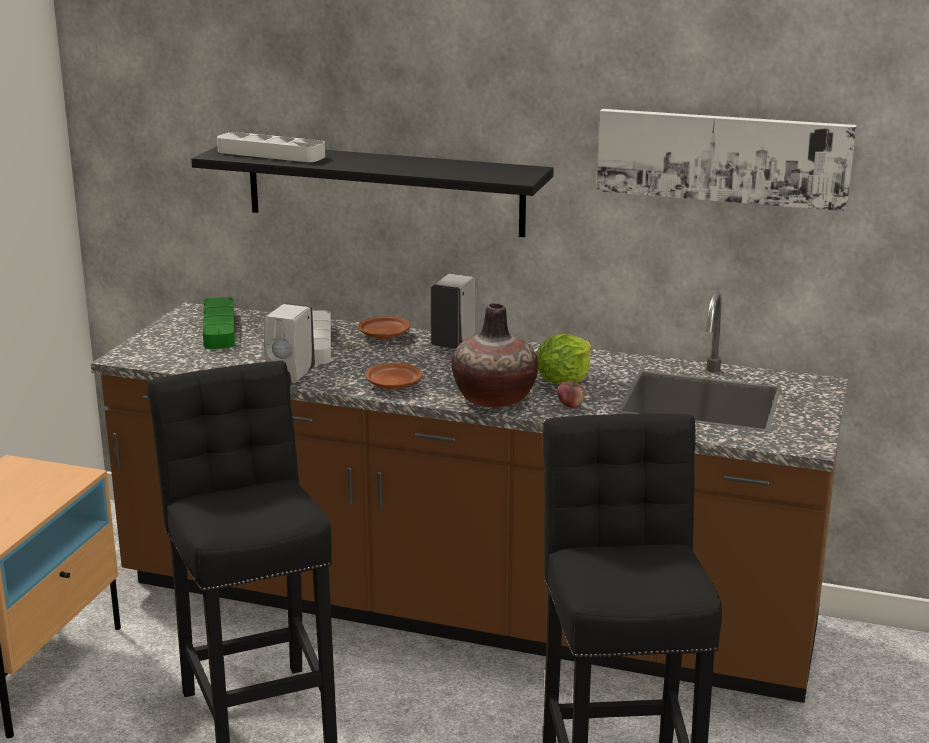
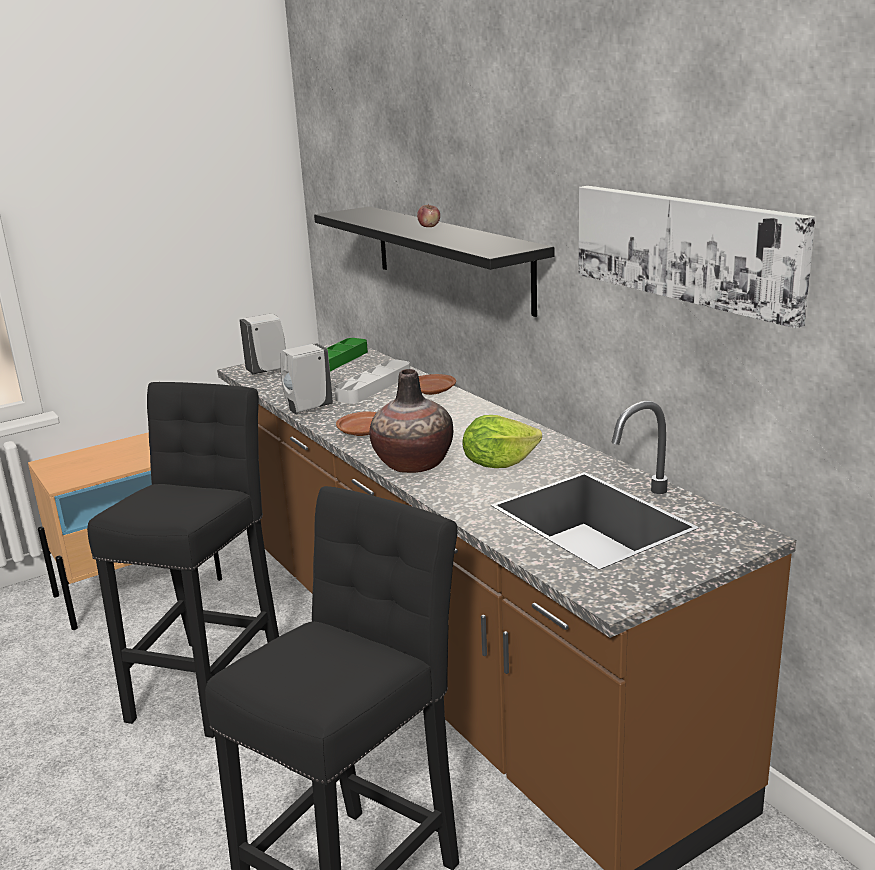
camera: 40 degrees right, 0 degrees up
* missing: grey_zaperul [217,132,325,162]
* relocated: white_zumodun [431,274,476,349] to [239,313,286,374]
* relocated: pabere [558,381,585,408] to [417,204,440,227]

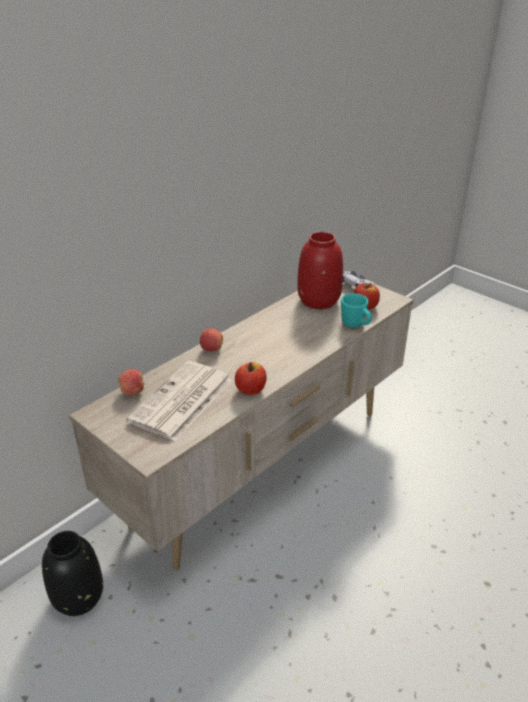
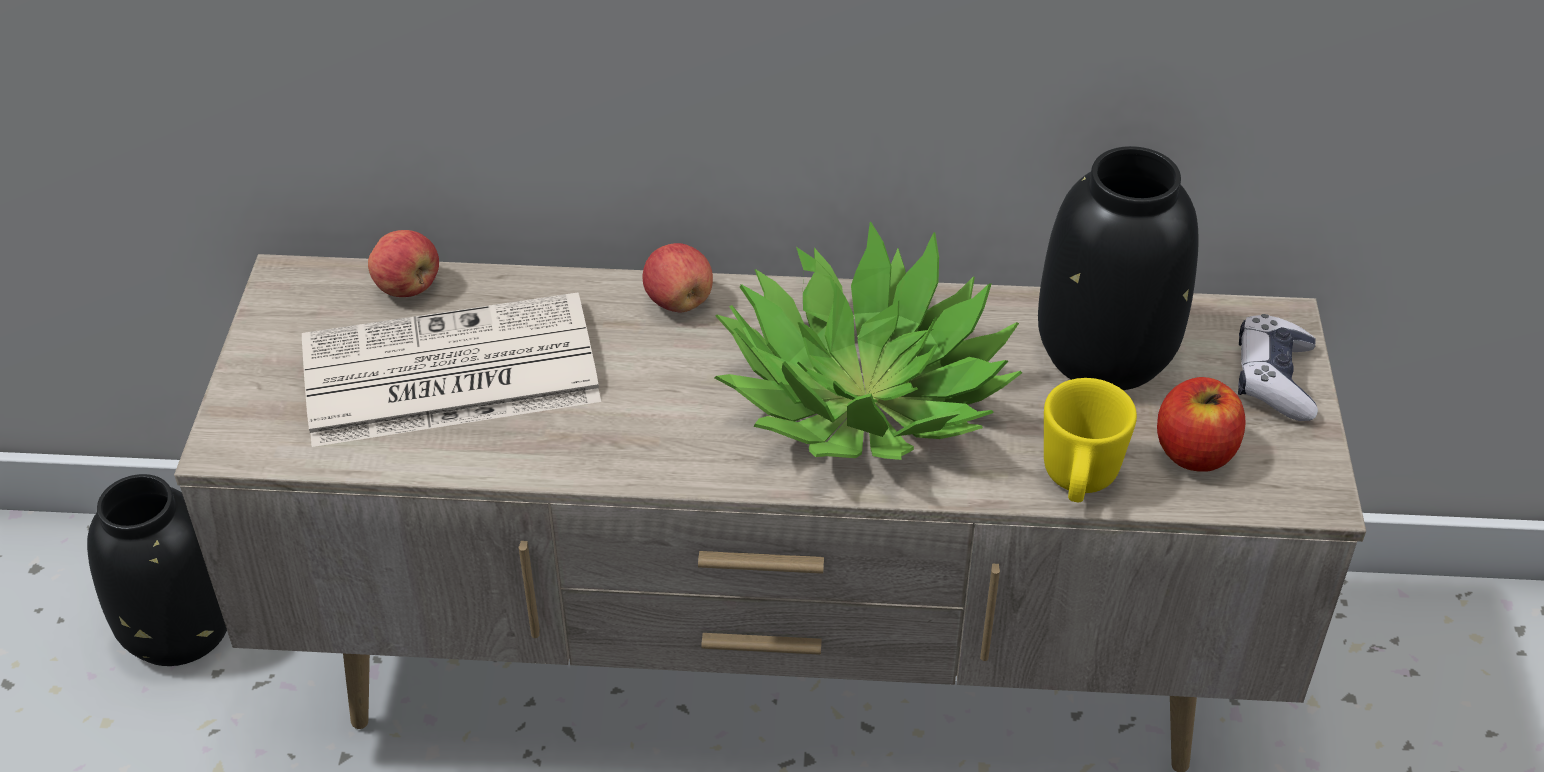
camera: 50 degrees right, 10 degrees up
* missing: pabere [235,362,267,395]
* appeared: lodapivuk [714,222,1022,460]
* colour: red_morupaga [297,232,343,309] to black_morupaga [1038,146,1198,390]
* colour: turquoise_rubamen [341,293,372,328] to yellow_rubamen [1044,378,1137,502]

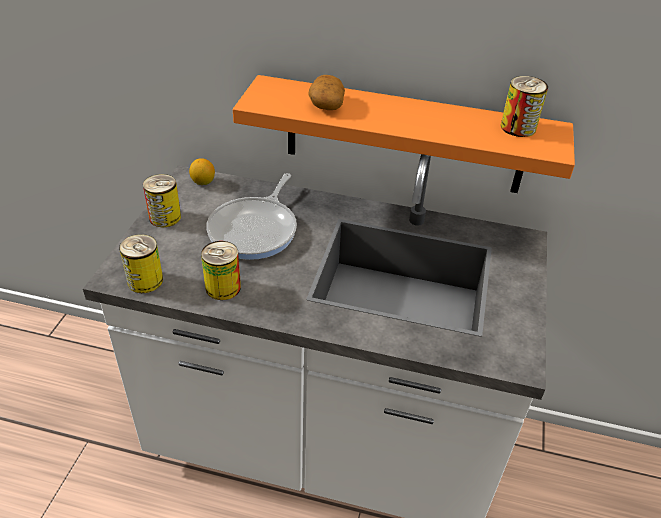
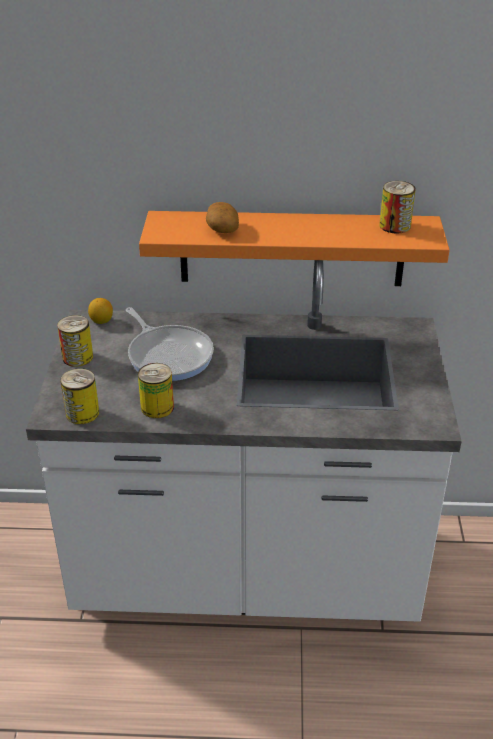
camera: 10 degrees left, 5 degrees down
* spun: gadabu [206,173,297,260] = [126,307,214,381] 45 degrees counterclockwise

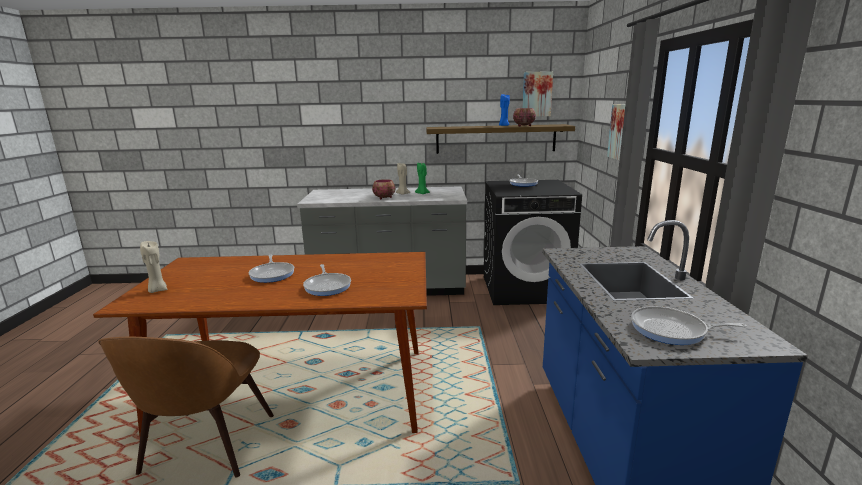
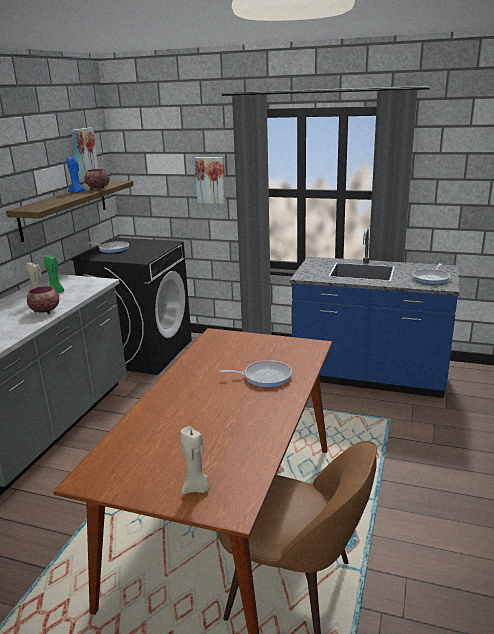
camera: 70 degrees left, 5 degrees up
* missing: gadabu [249,255,294,283]

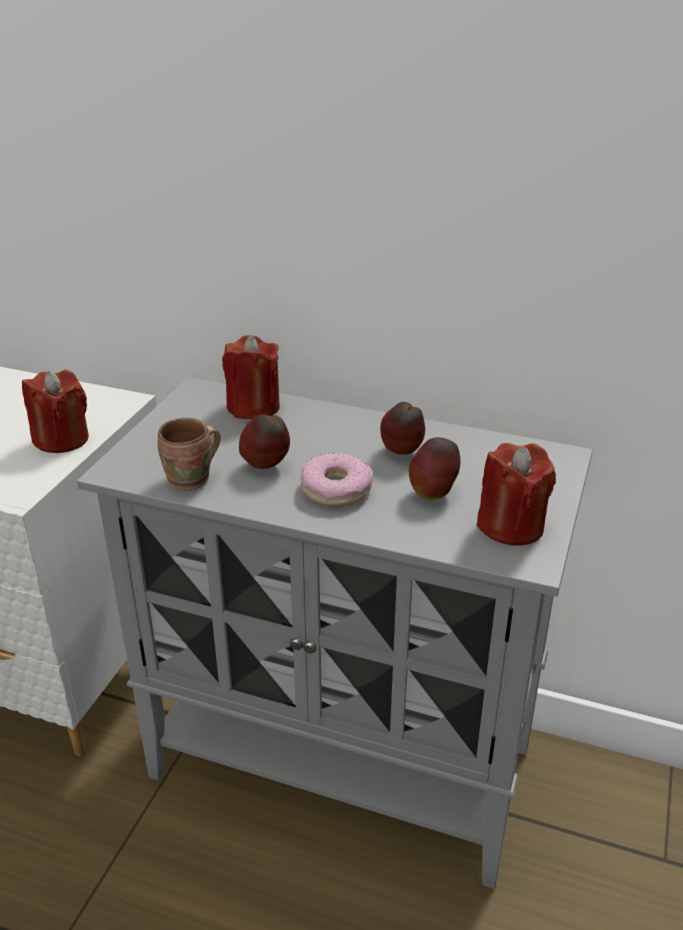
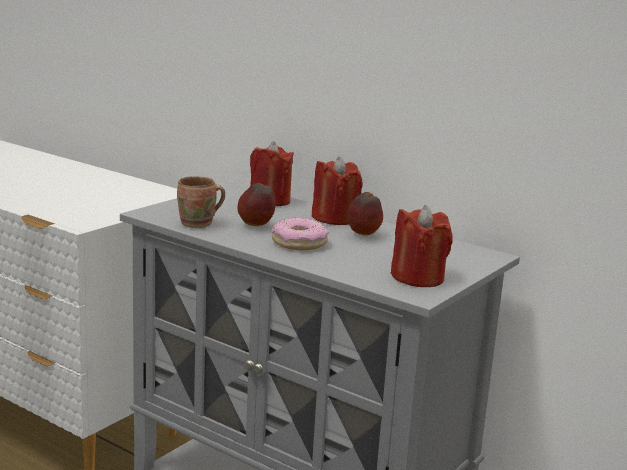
camera: 15 degrees right, 15 degrees down
* missing: pabere [409,437,460,500]
* relocated: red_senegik [22,370,89,453] to [312,156,363,225]

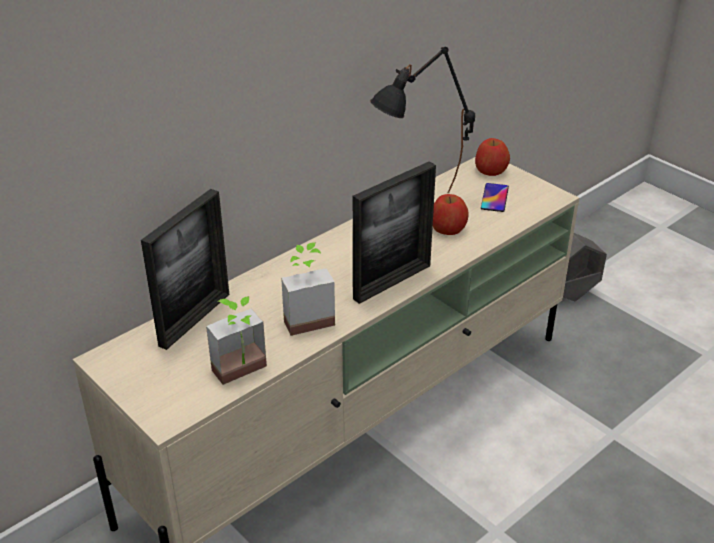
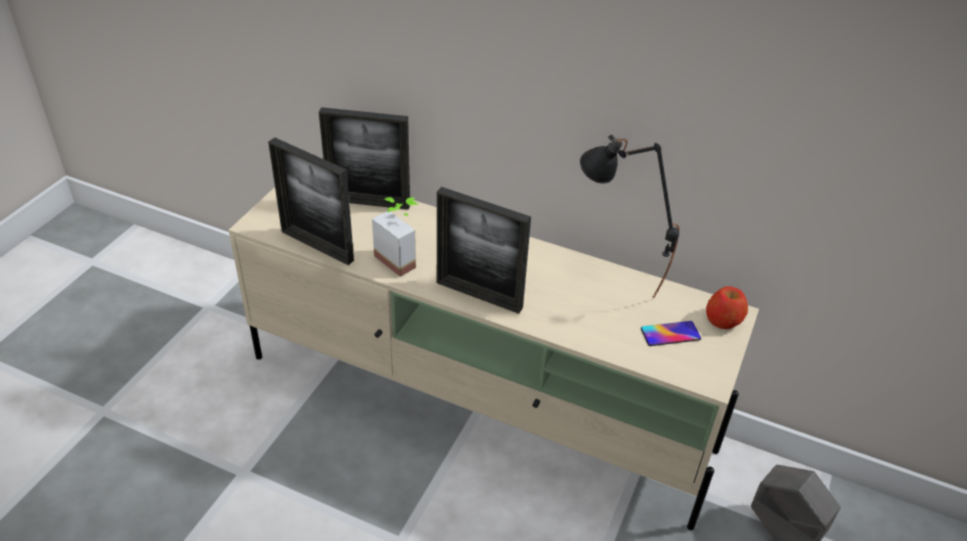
camera: 65 degrees right, 5 degrees up
* missing: pabere [433,194,469,235]
* exchanged: lodapivuk [206,296,267,385] to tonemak [268,138,354,265]

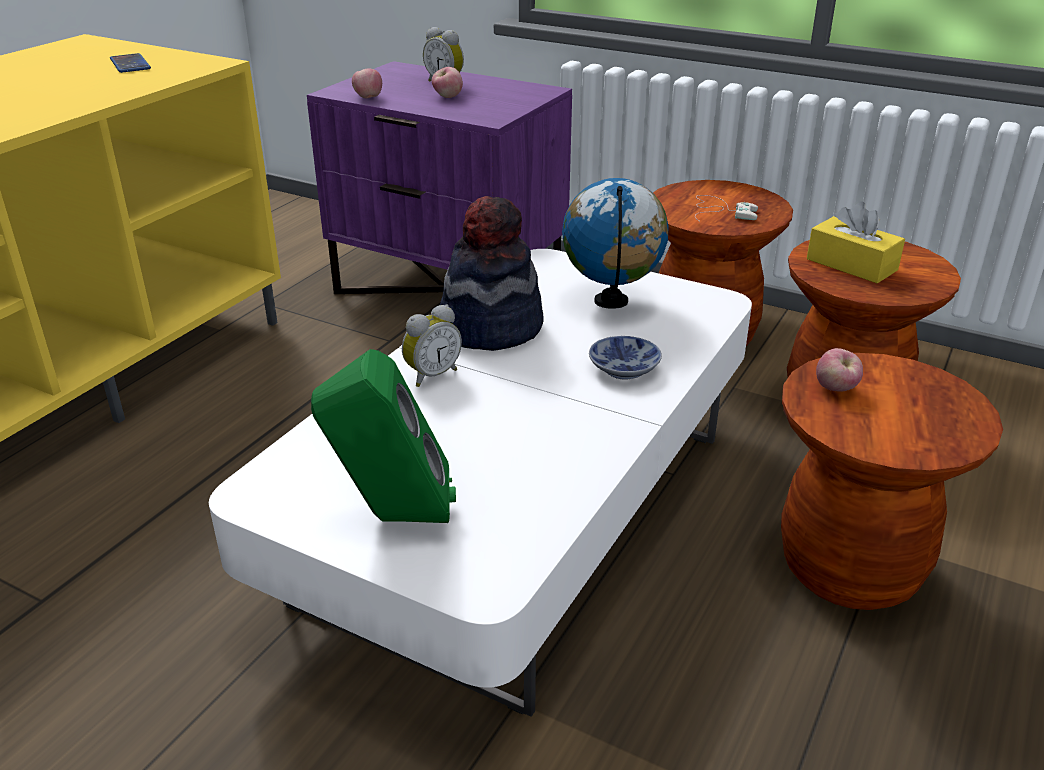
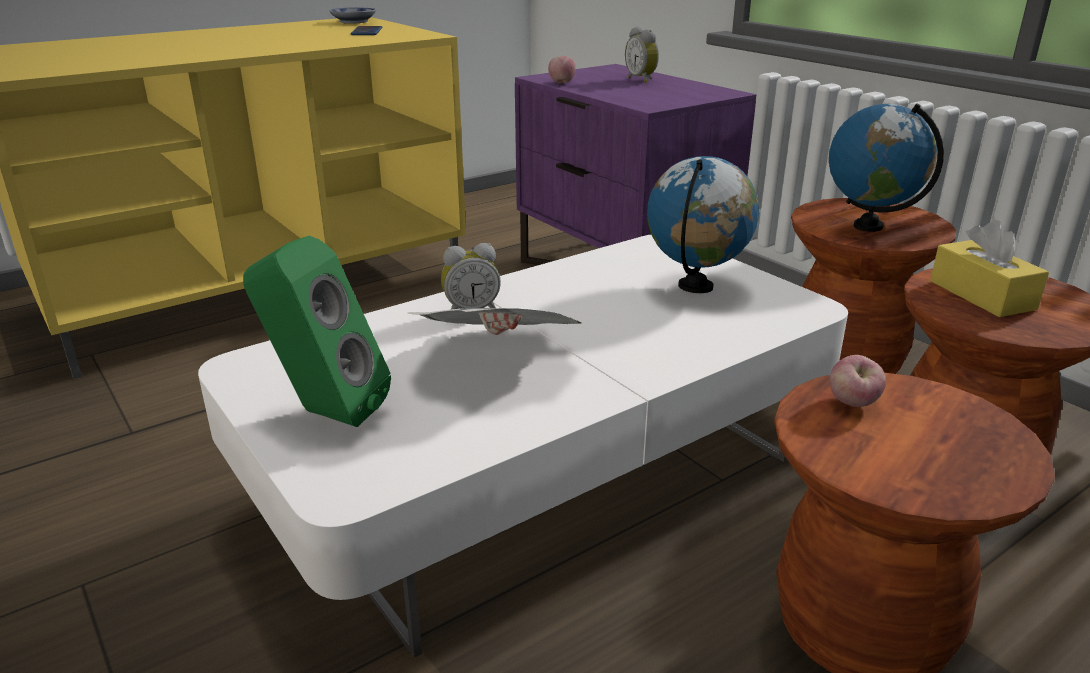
camera: 25 degrees right, 5 degrees down
* missing: pabere [432,67,463,98]
* missing: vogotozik [440,196,544,351]
* appeared: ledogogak [407,308,582,335]
* relocated: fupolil [589,336,662,380] to [330,7,376,24]
* exchanged: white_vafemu [695,195,758,221] to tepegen [829,103,944,232]

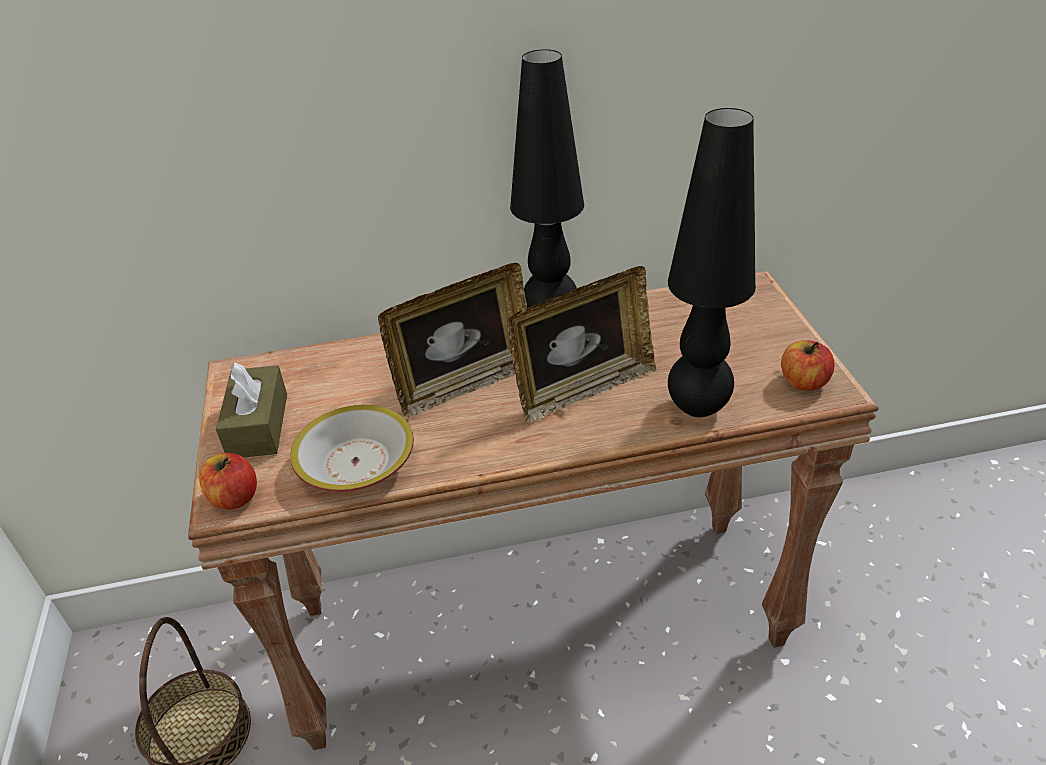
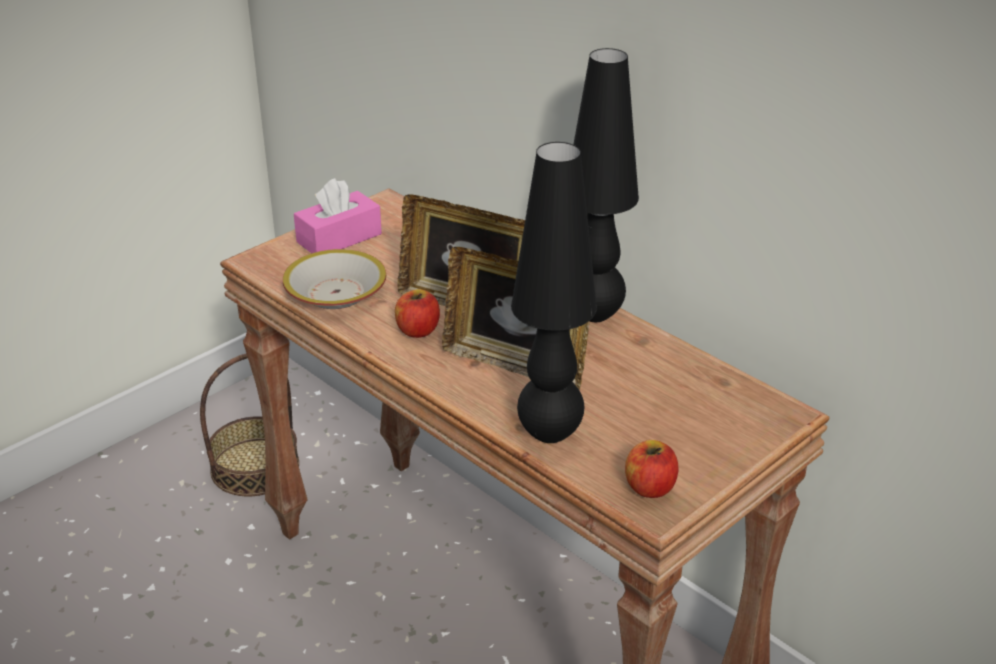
camera: 55 degrees right, 5 degrees down
* relocated: pabere [199,453,257,509] to [395,289,440,338]
* colour: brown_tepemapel [216,363,287,458] to pink_tepemapel [294,178,382,253]

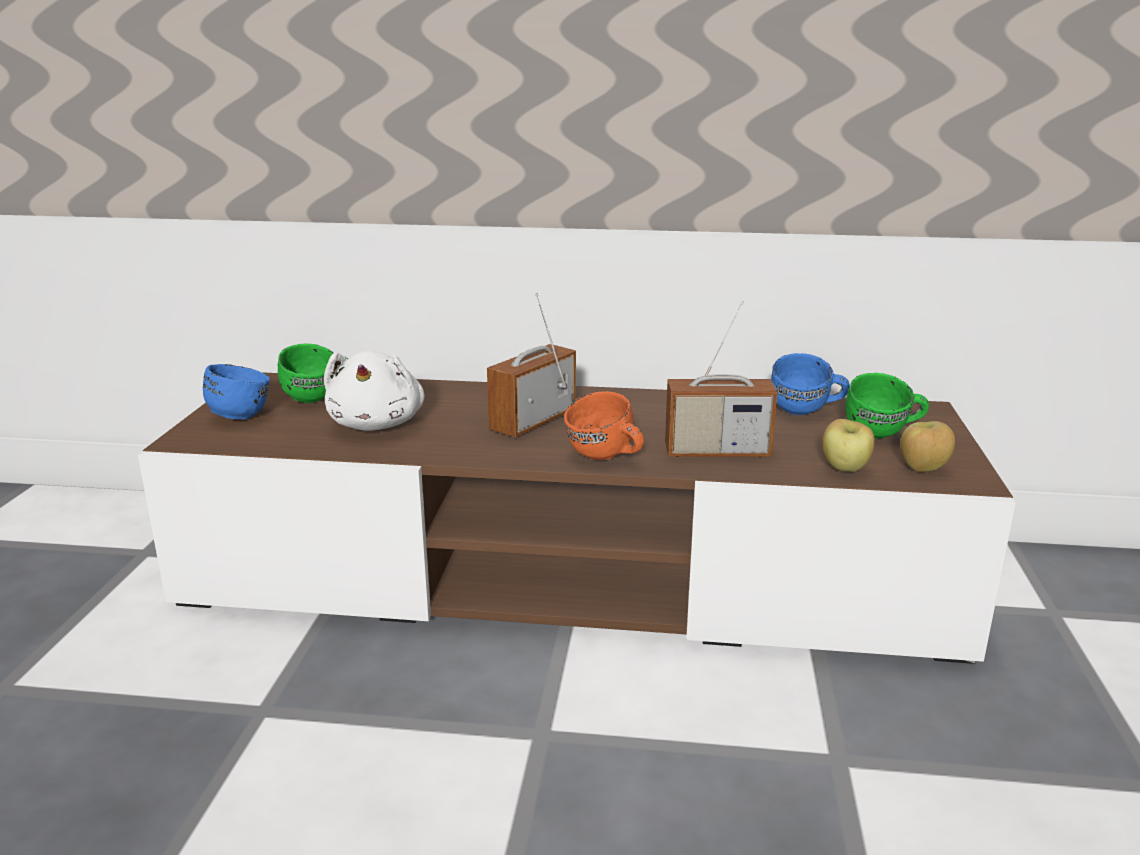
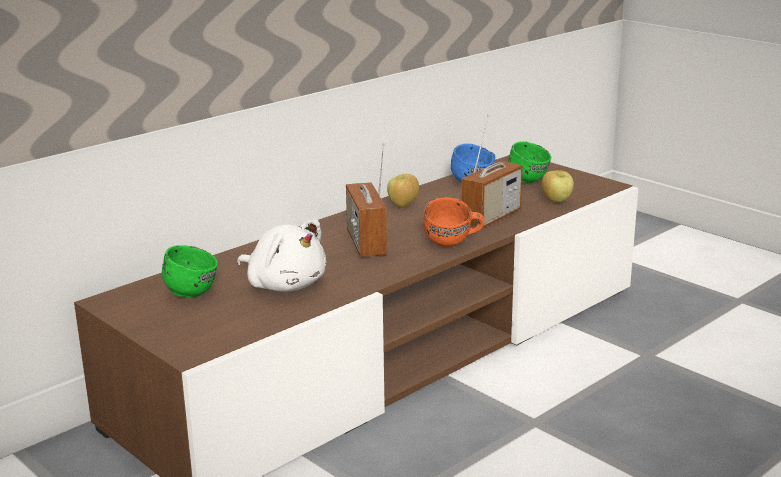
camera: 50 degrees left, 0 degrees up
* missing: blue_rubamen [203,364,270,419]
* relocated: pabere [900,421,955,472] to [387,174,419,208]

